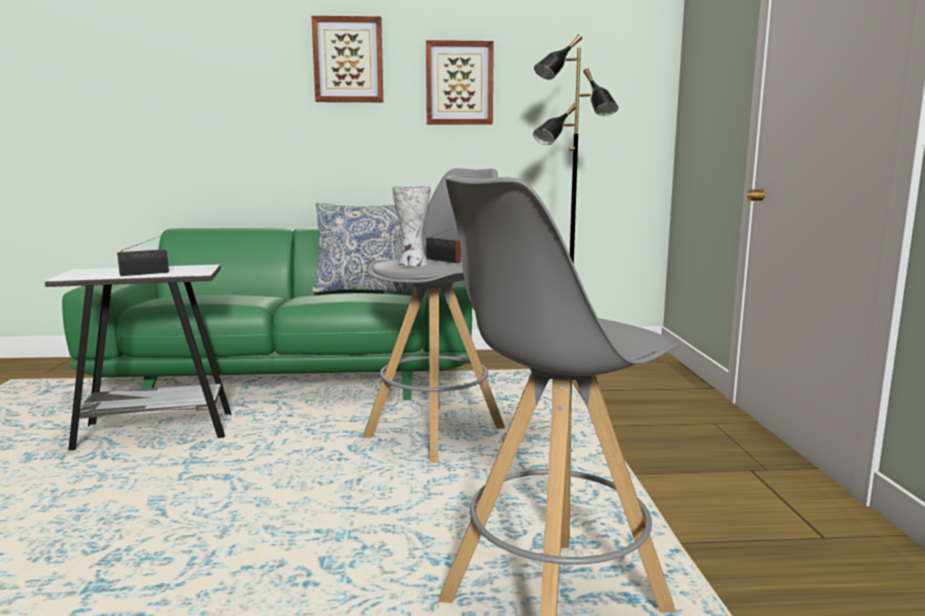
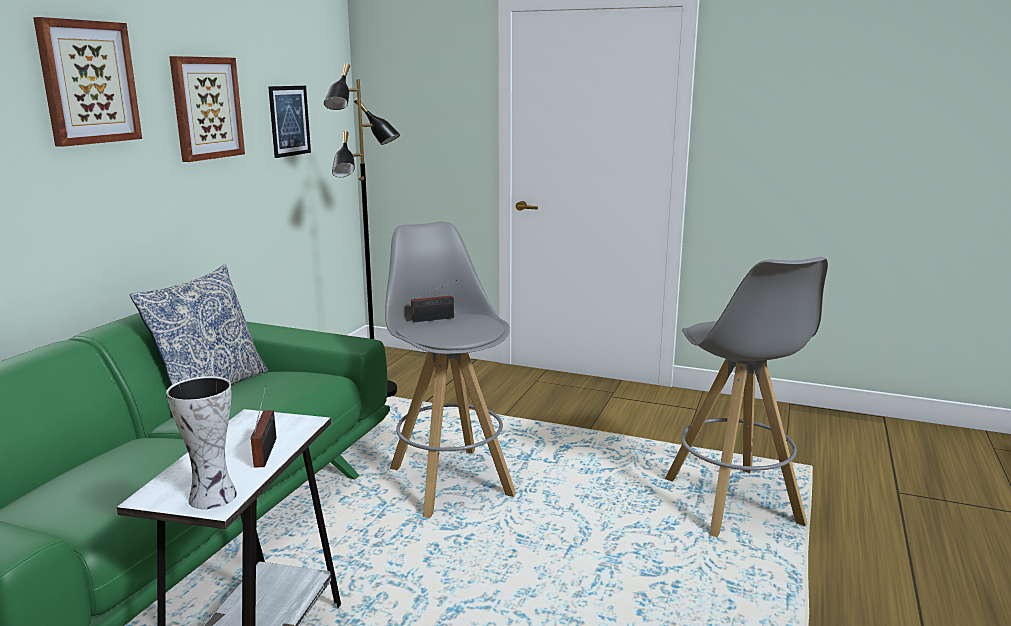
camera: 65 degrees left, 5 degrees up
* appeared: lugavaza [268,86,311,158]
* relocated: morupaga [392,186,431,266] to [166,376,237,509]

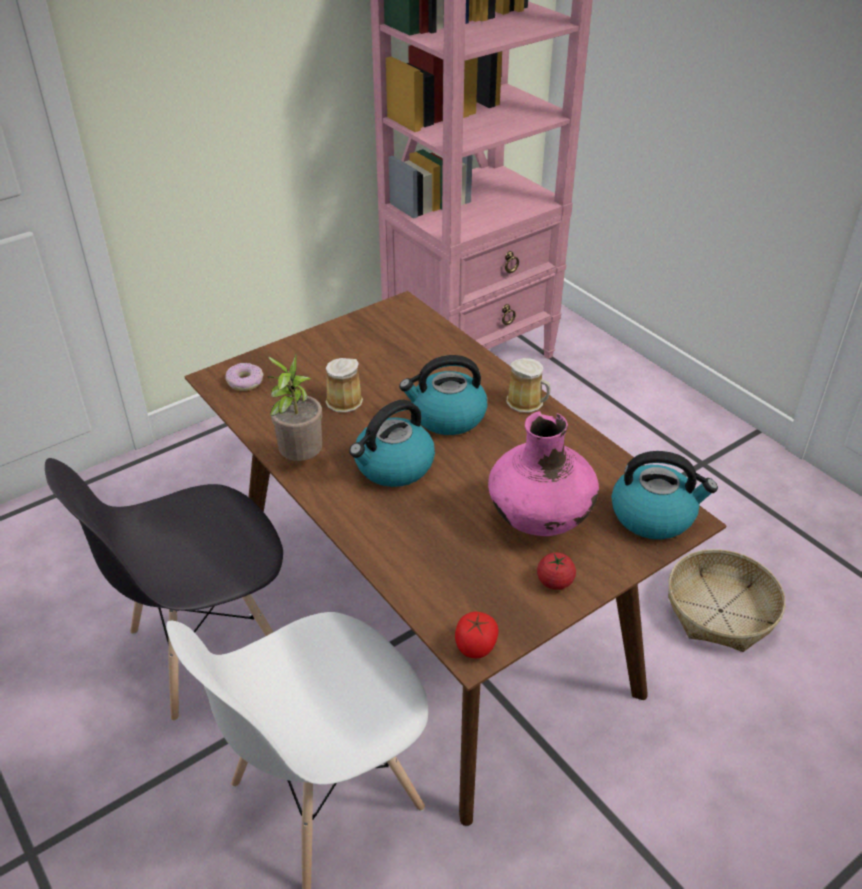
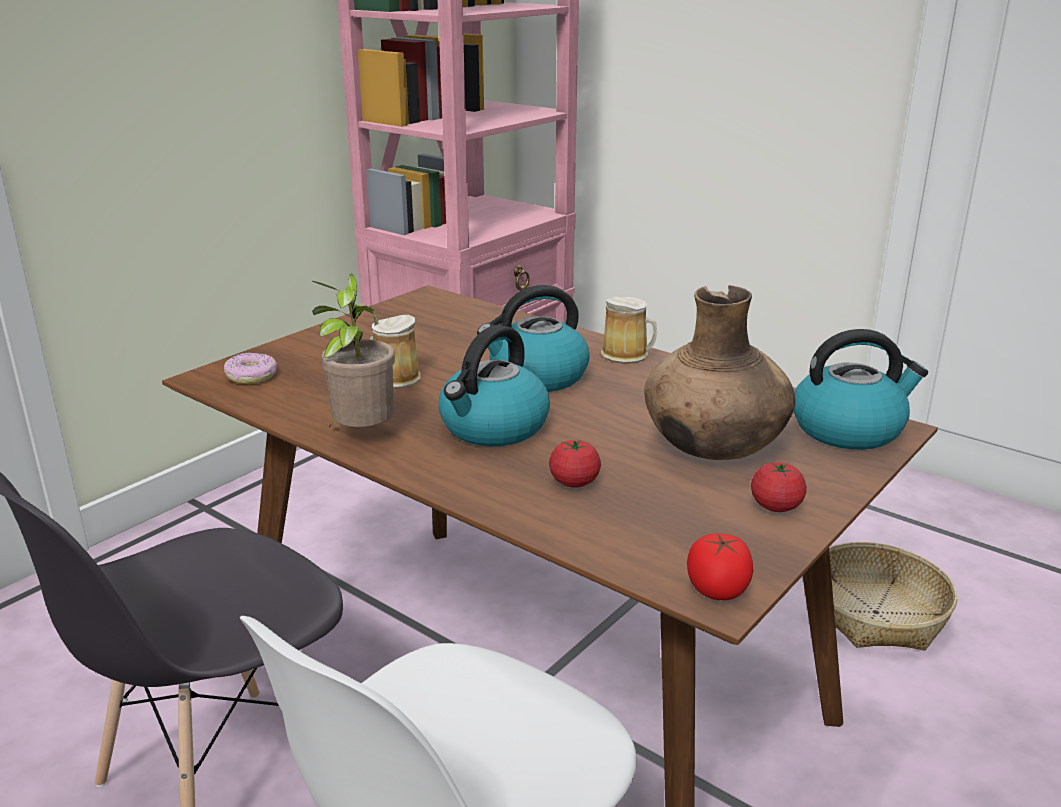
camera: 15 degrees left, 15 degrees down
* appeared: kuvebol [549,440,601,487]
* colour: pink_morupaga [488,411,599,536] to brown_morupaga [644,285,795,460]

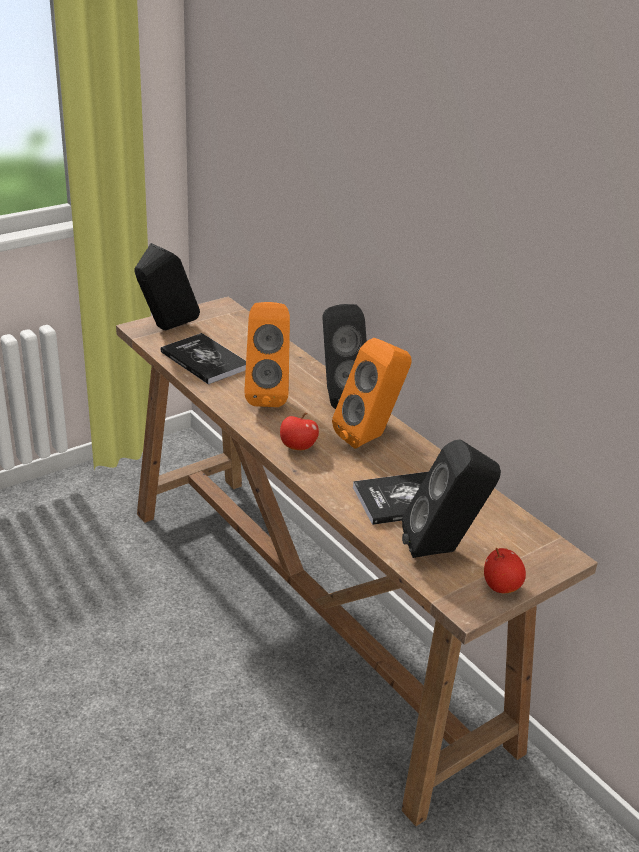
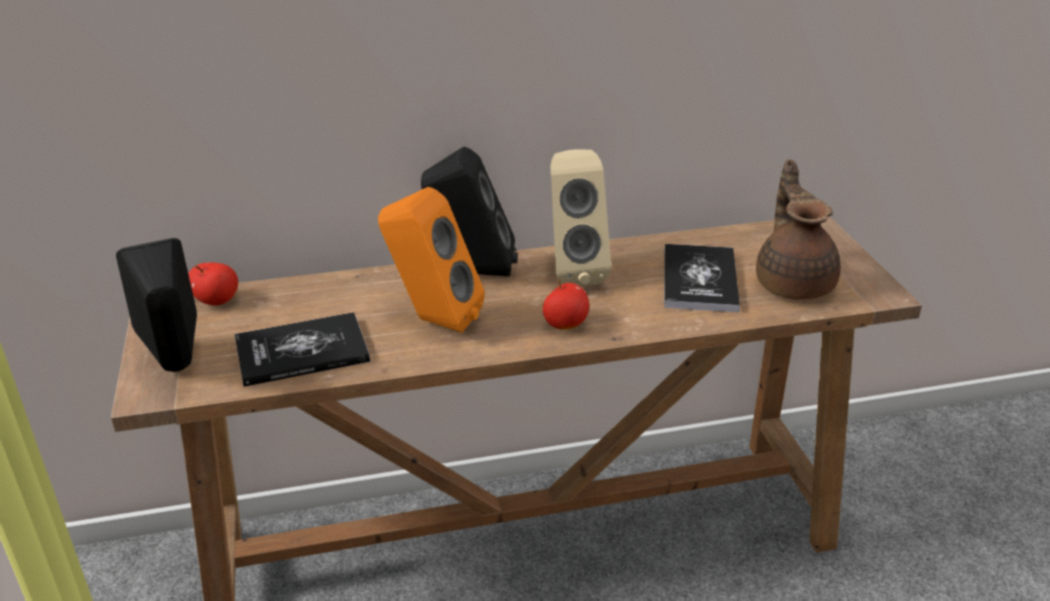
camera: 65 degrees left, 0 degrees up
* relocated: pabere [484,548,526,593] to [188,262,238,305]
* exchanged: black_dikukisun [402,439,501,558] to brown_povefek [756,159,841,300]
* colour: orange_dikukisun [332,338,412,449] to beige_dikukisun [551,149,611,287]

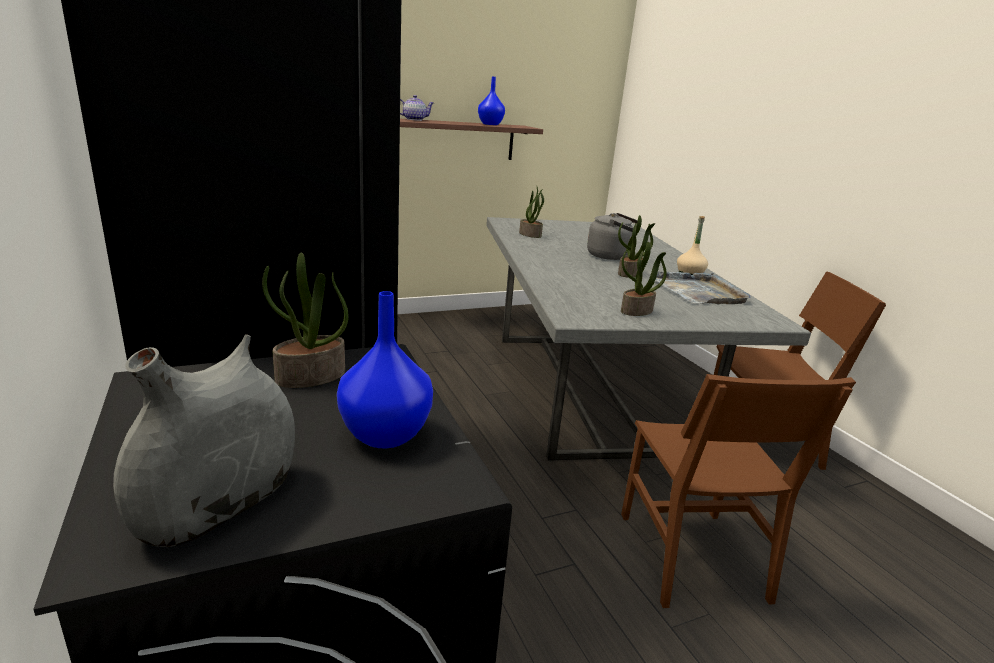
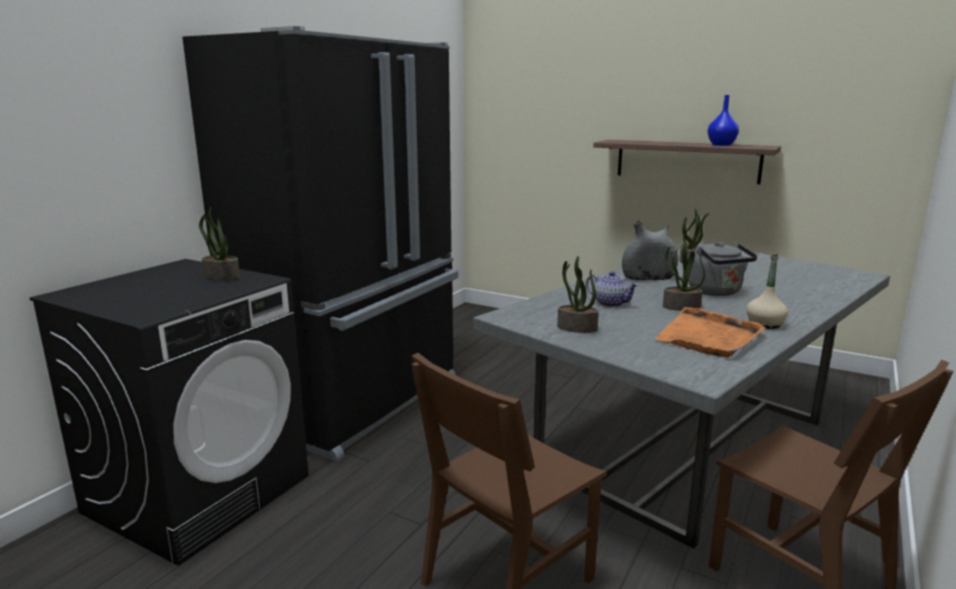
camera: 55 degrees right, 5 degrees down
* missing: blue_morupaga [337,291,433,448]
* relocated: grey_morupaga [113,334,295,547] to [622,220,678,280]
* relocated: povefek [400,95,434,121] to [586,271,639,307]
* colour: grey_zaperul [656,271,750,305] to orange_zaperul [655,307,765,358]

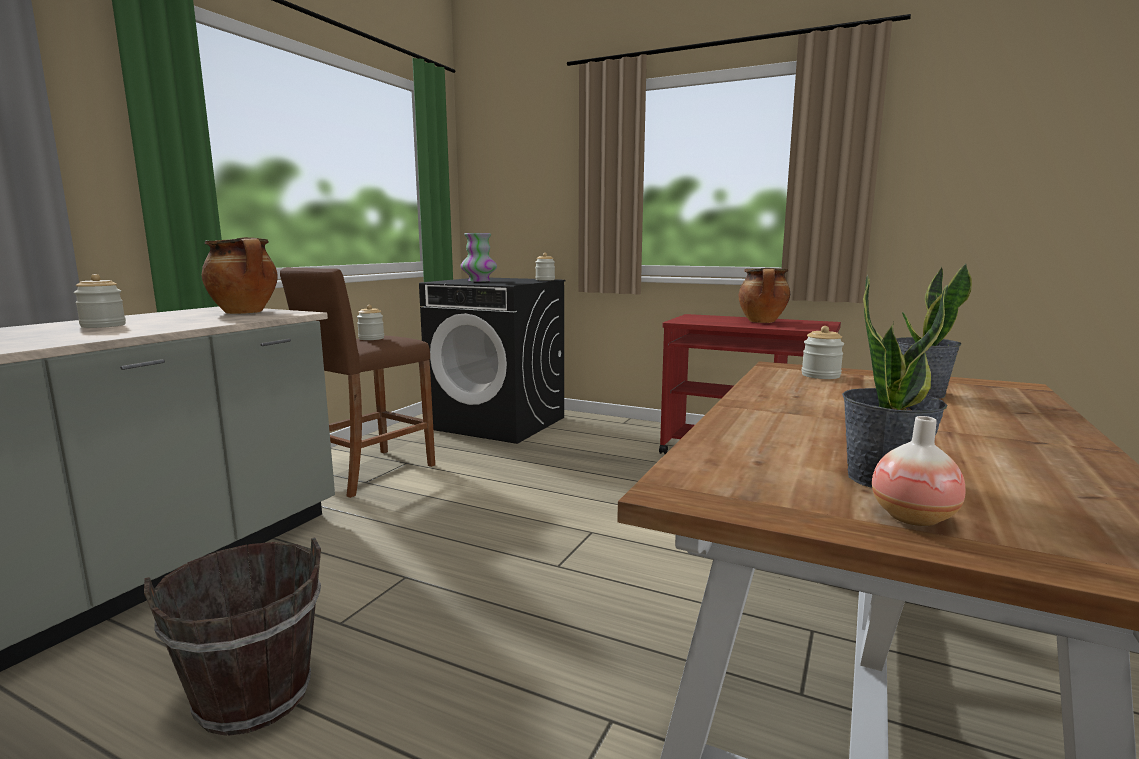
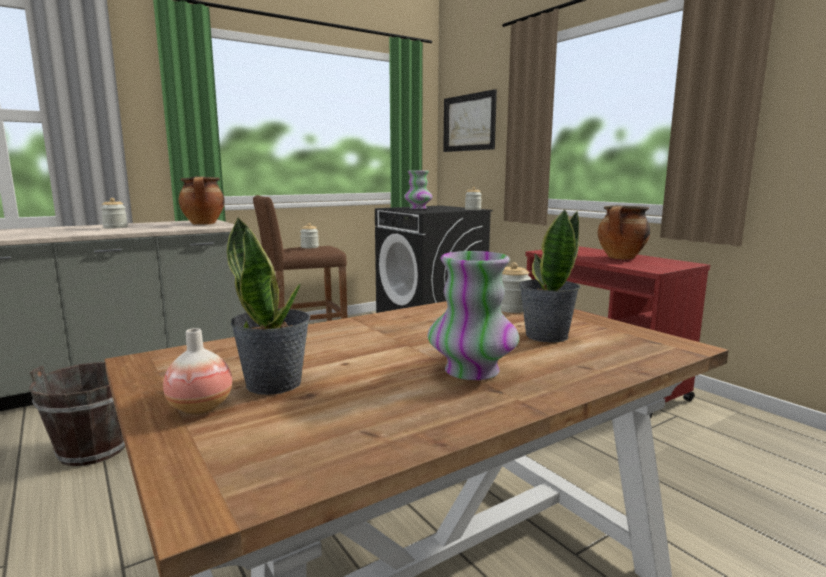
camera: 30 degrees right, 0 degrees up
* appeared: morupaga [427,251,519,380]
* appeared: lugavaza [443,89,497,152]

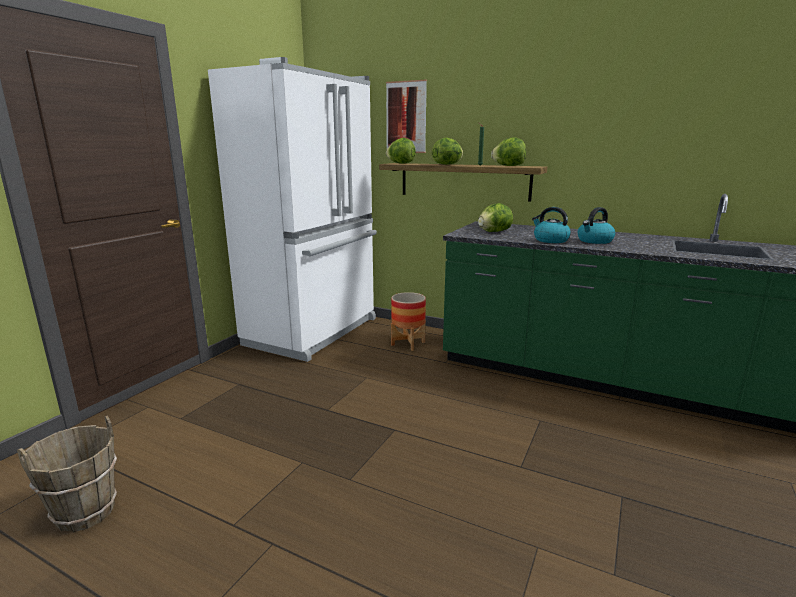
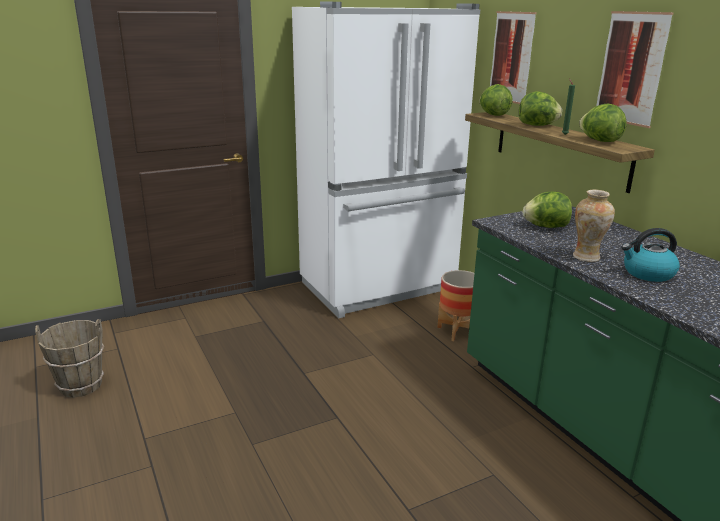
camera: 35 degrees right, 5 degrees up
* appeared: lugavaza [597,11,674,128]
* exchanged: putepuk [532,207,571,243] to morupaga [573,189,615,262]

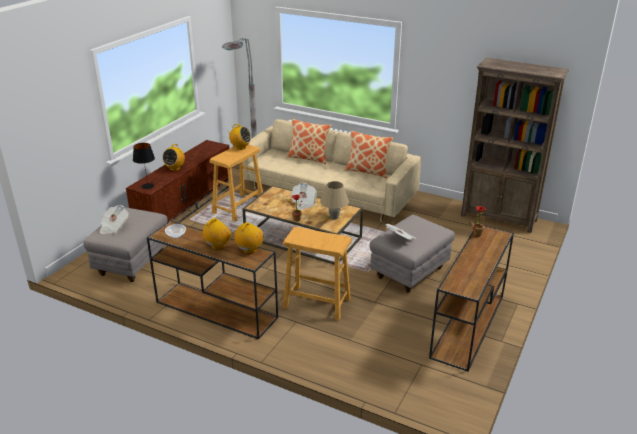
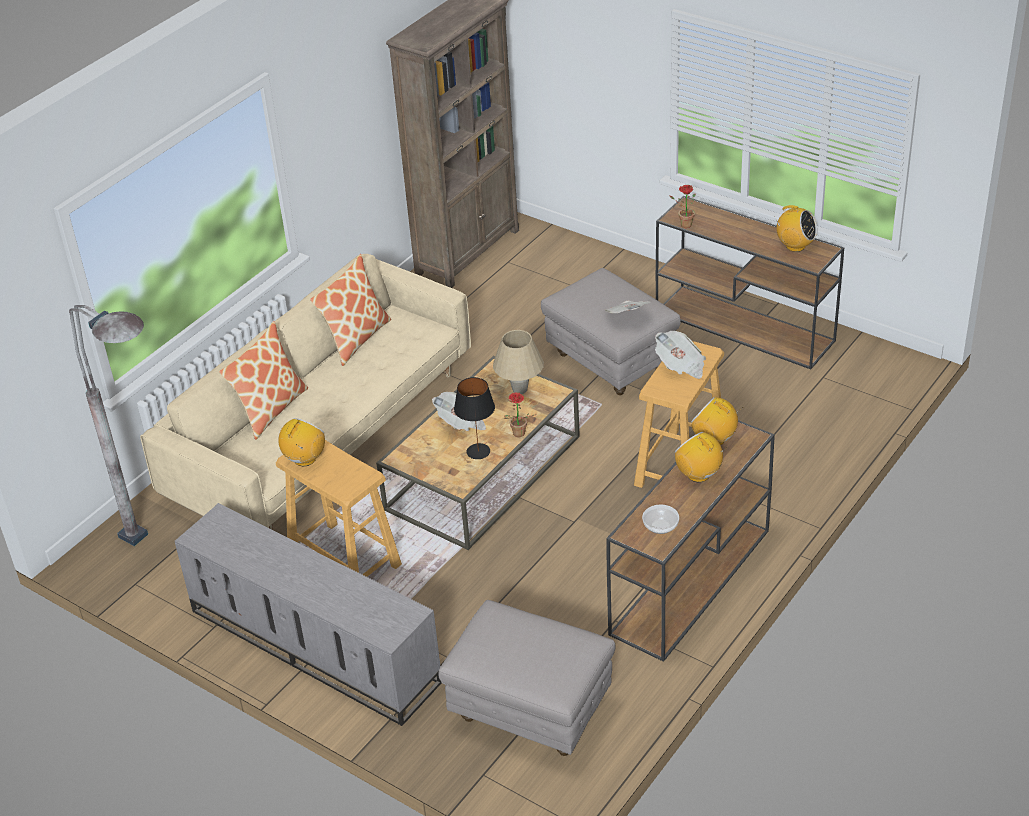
camera: 80 degrees left, 10 degrees up
* relocated: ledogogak [99,205,129,234] to [655,331,706,379]
* relocated: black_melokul [133,143,155,189] to [454,377,495,459]
* relocated: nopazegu [162,144,185,171] to [776,205,817,252]
* colour: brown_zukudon [126,140,230,223] to grey_zukudon [175,503,442,726]

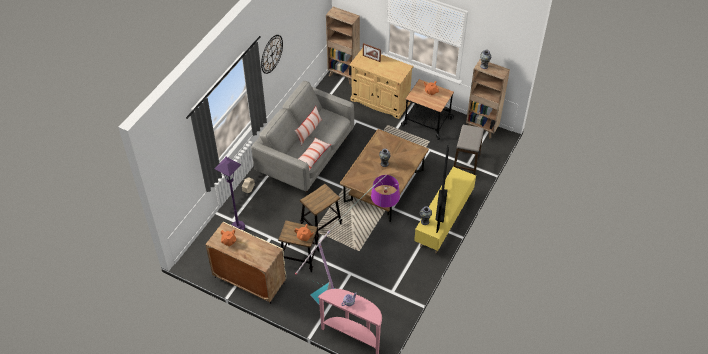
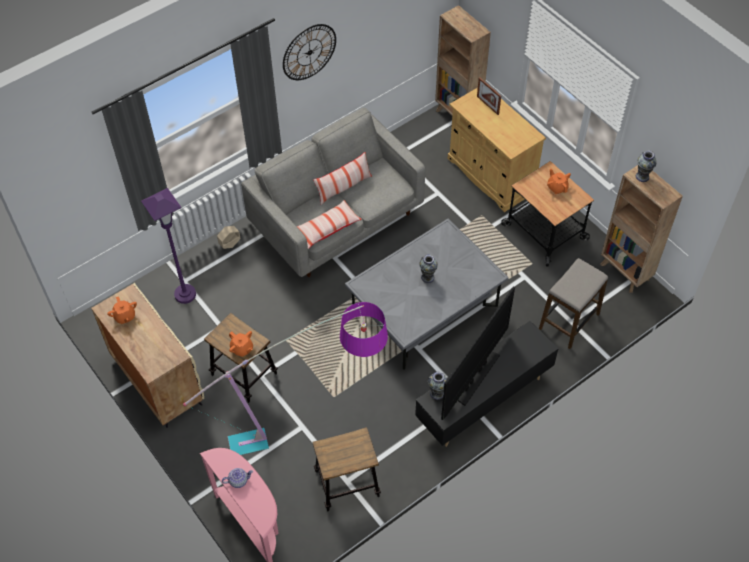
camera: 25 degrees right, 5 degrees up
* relocated: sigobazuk [300,184,342,241] to [312,427,381,511]
* colour: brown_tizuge [340,129,429,222] to grey_tizuge [345,218,509,370]
* colour: yellow_zukudon [414,167,476,253] to black_zukudon [415,321,558,447]

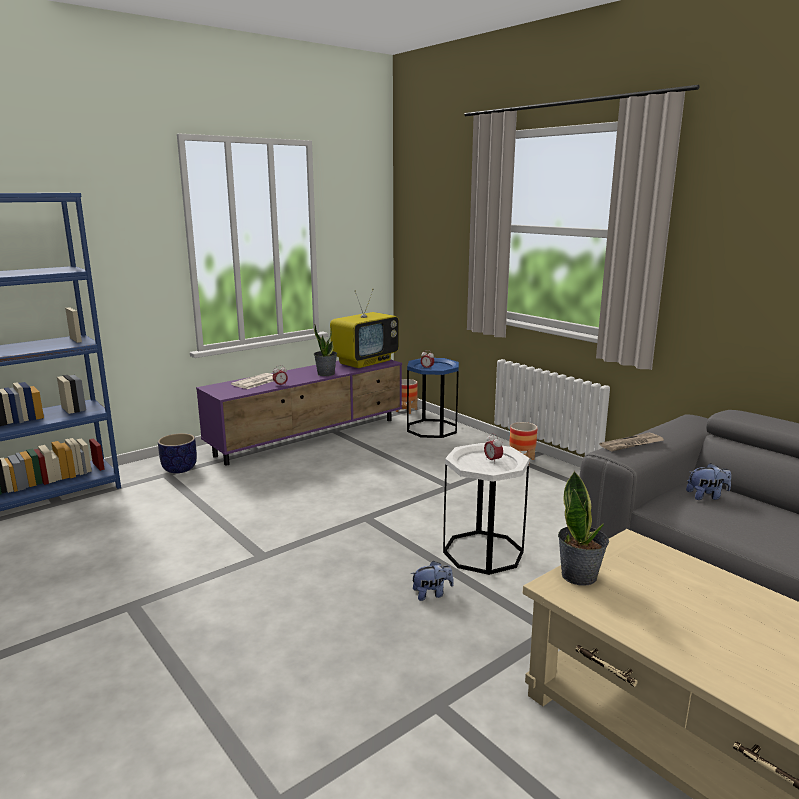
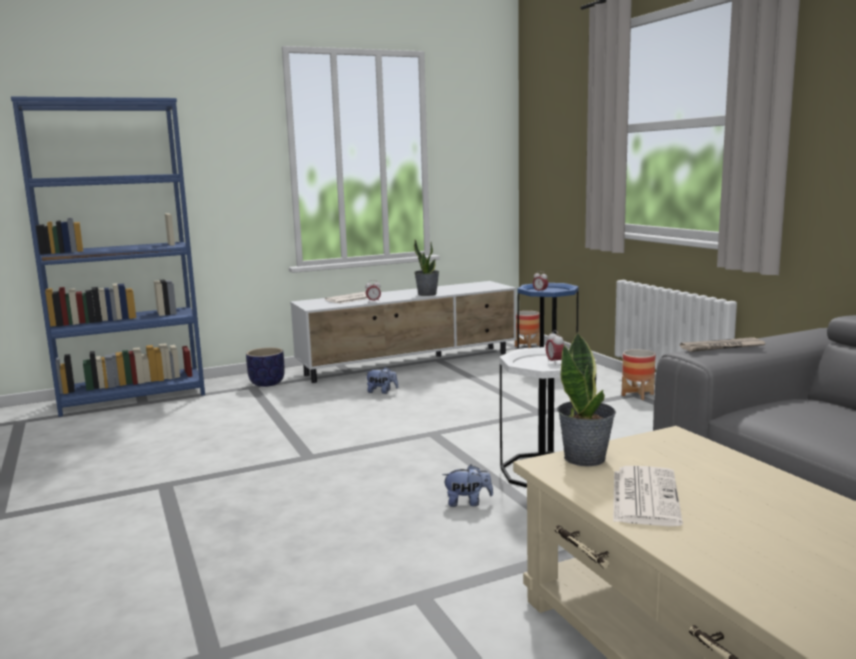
camera: 15 degrees right, 5 degrees down
* missing: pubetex [330,289,399,368]
* appeared: ledogogak [613,466,683,526]
* relocated: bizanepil [686,463,731,500] to [365,367,398,394]
* colour: purple_zukudon [196,360,402,465] to white_zukudon [290,281,517,383]

